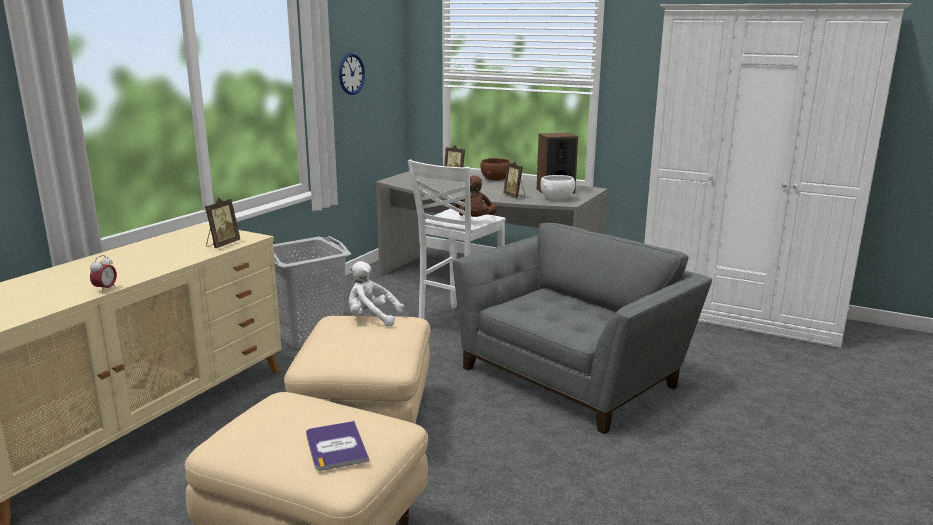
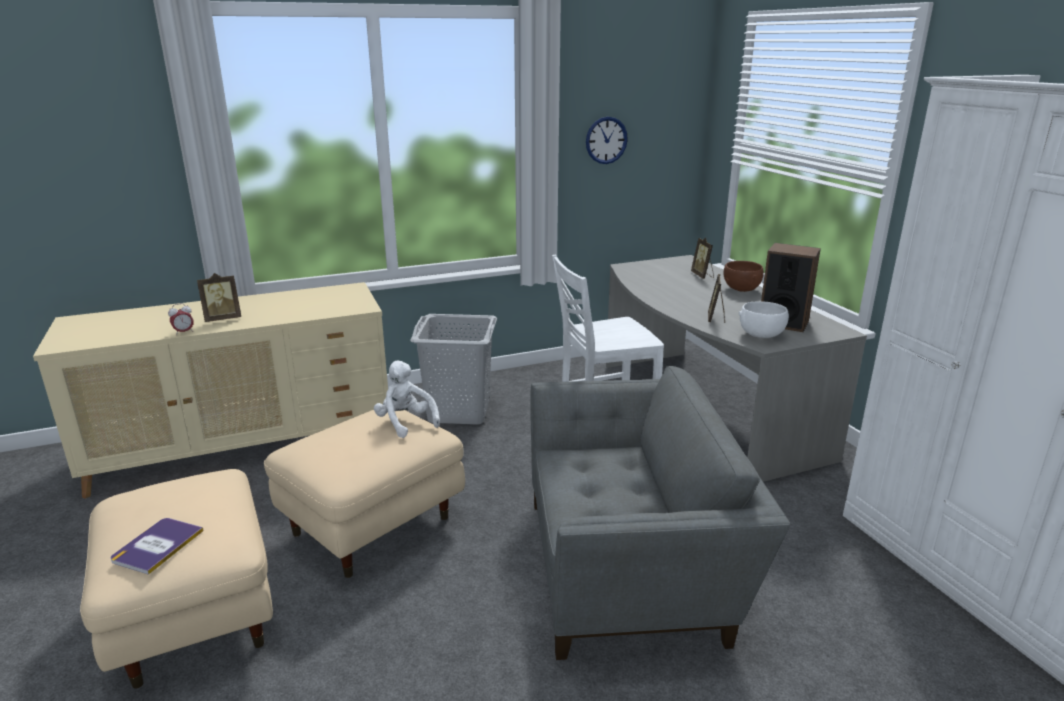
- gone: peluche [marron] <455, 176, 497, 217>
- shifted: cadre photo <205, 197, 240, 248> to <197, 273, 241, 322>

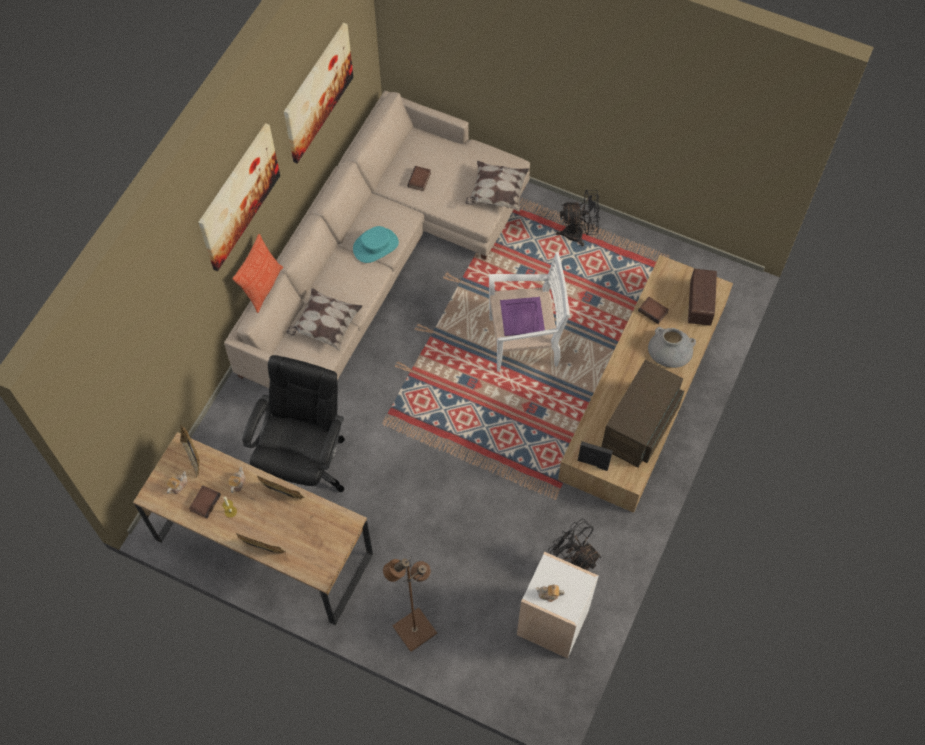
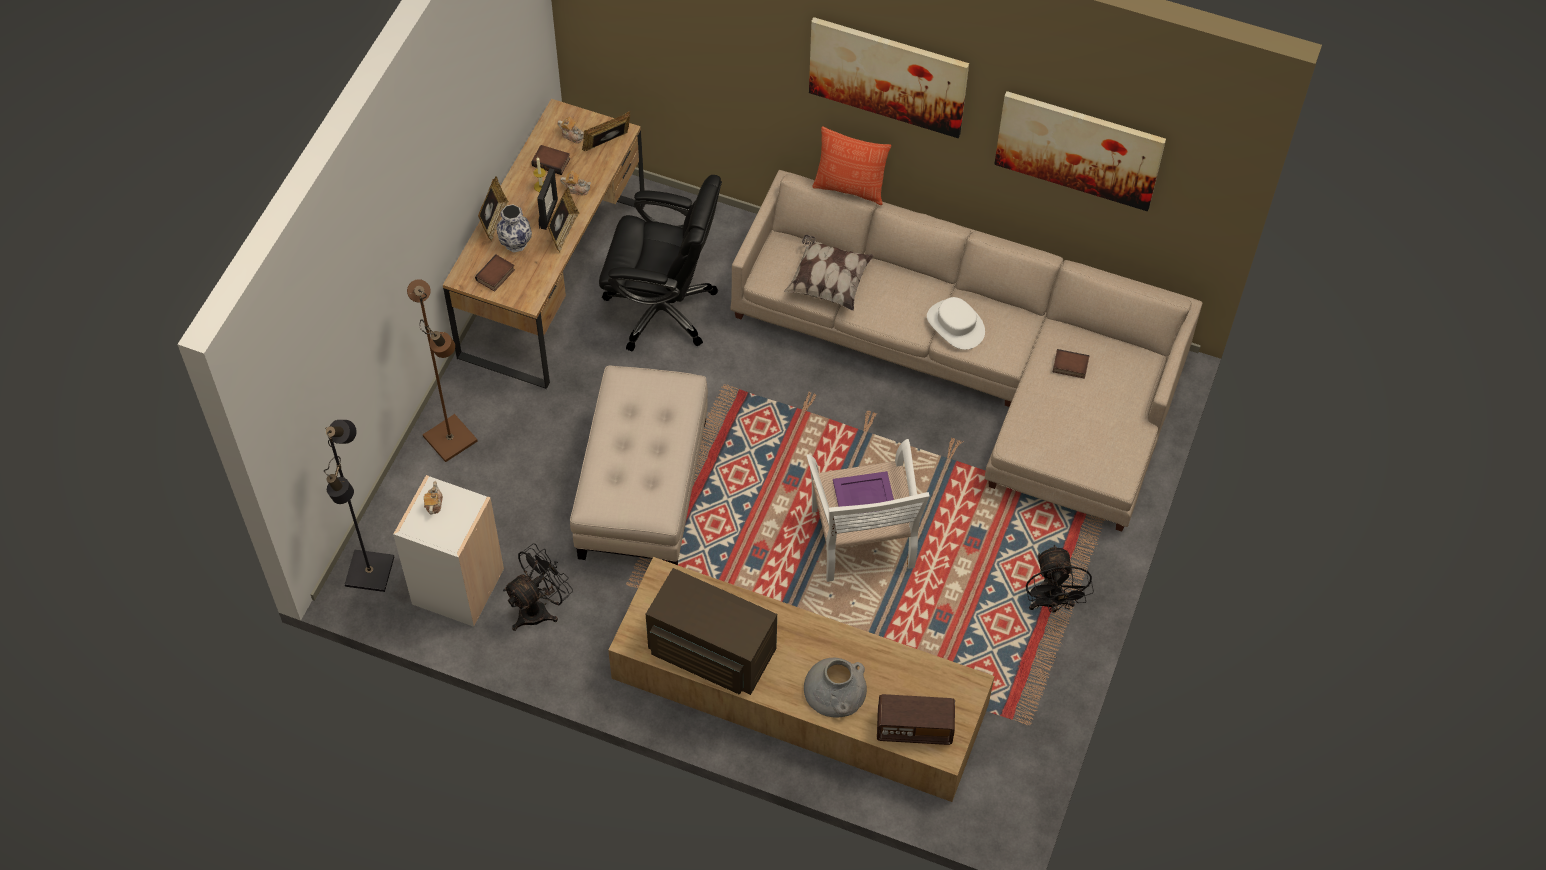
- gone: coussin <465, 161, 529, 212>
- new: lampadaire [noir] <324, 420, 394, 592>
- new: vase <496, 204, 532, 252>
- new: pouf [beige] <570, 366, 708, 565>
- shifted: cadre photo <578, 441, 613, 471> to <537, 168, 558, 230>
- shifted: livre <638, 297, 669, 324> to <475, 255, 515, 292>
- repainted: chapeau [turquoise] <353, 226, 399, 263> to chapeau [blanc] <927, 297, 985, 350>

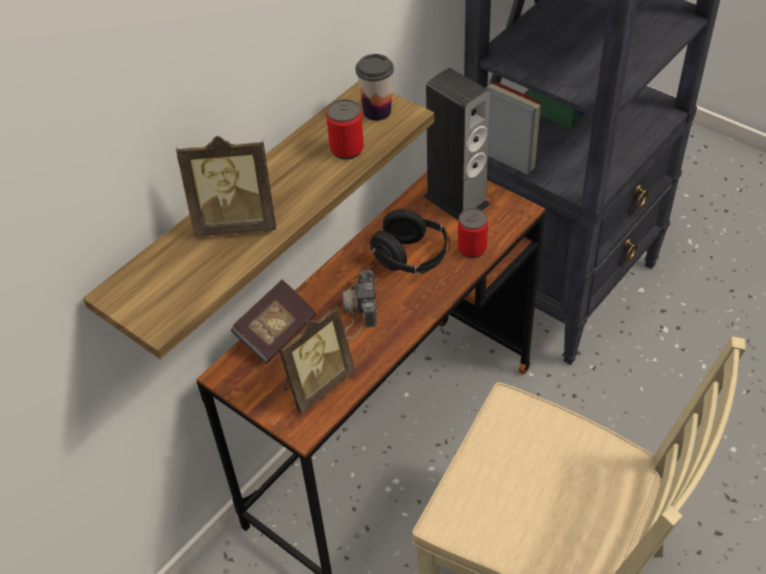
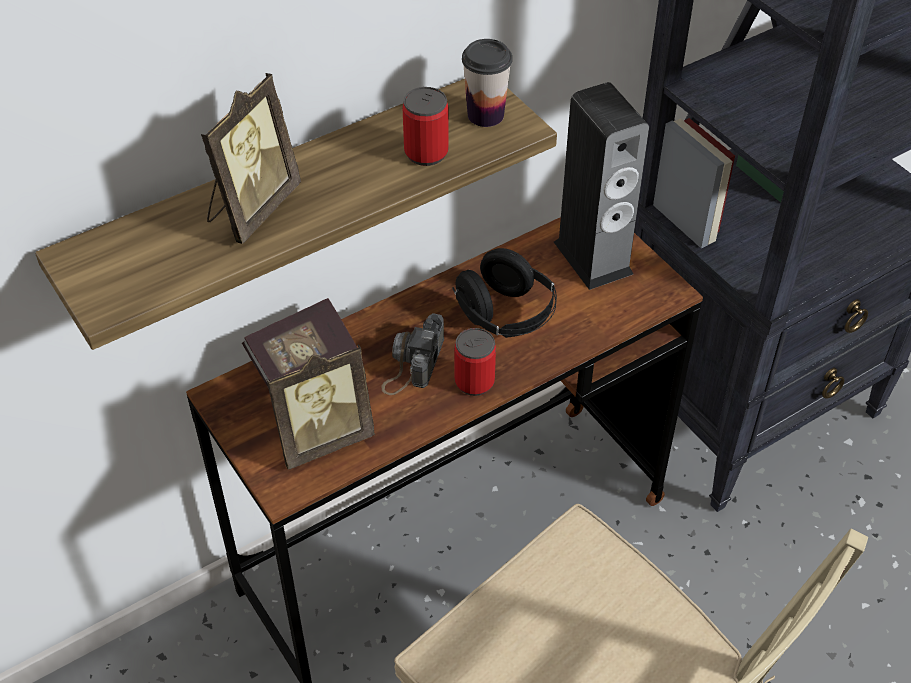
- shifted: boîte métallique <458, 208, 488, 258> to <454, 328, 496, 396>
- rotated: cadre photo <176, 136, 276, 236> = <201, 73, 301, 244> 75 degrees counterclockwise

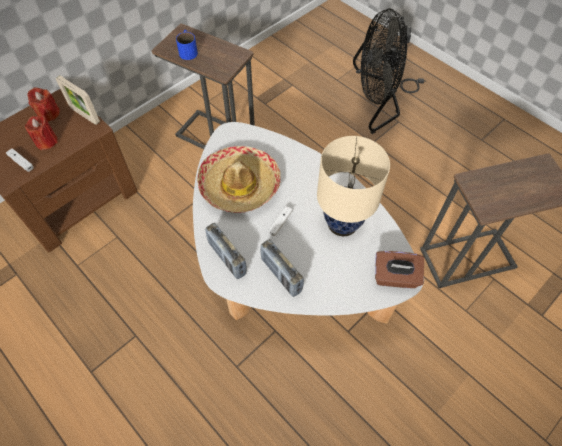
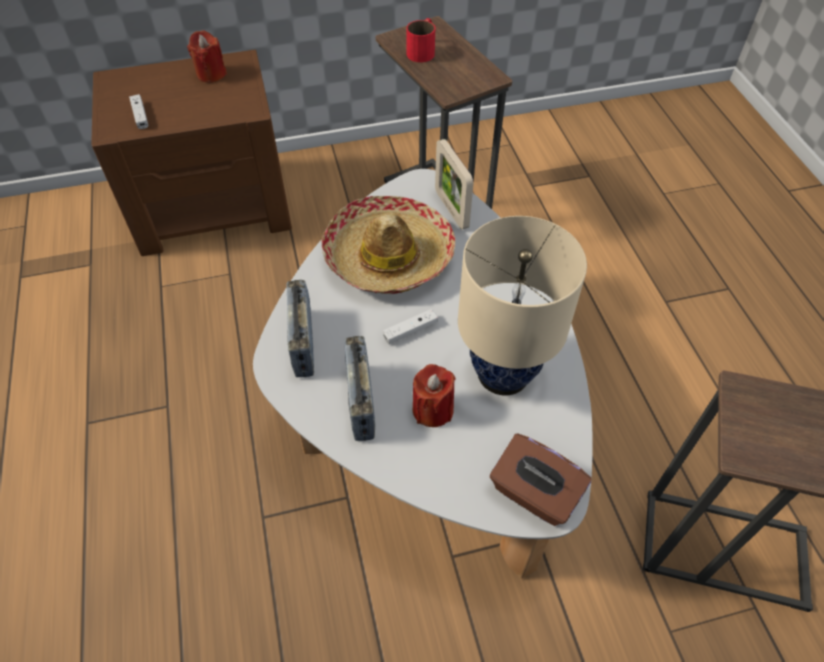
- gone: ventilateur [noir] <353, 8, 426, 134>
- shifted: bougie [rouge] <25, 116, 58, 150> to <413, 364, 456, 427>
- shifted: cadre photo <56, 75, 100, 125> to <435, 139, 473, 230>
- repainted: mug [bleu] <176, 30, 198, 60> to mug [rouge] <406, 18, 435, 62>

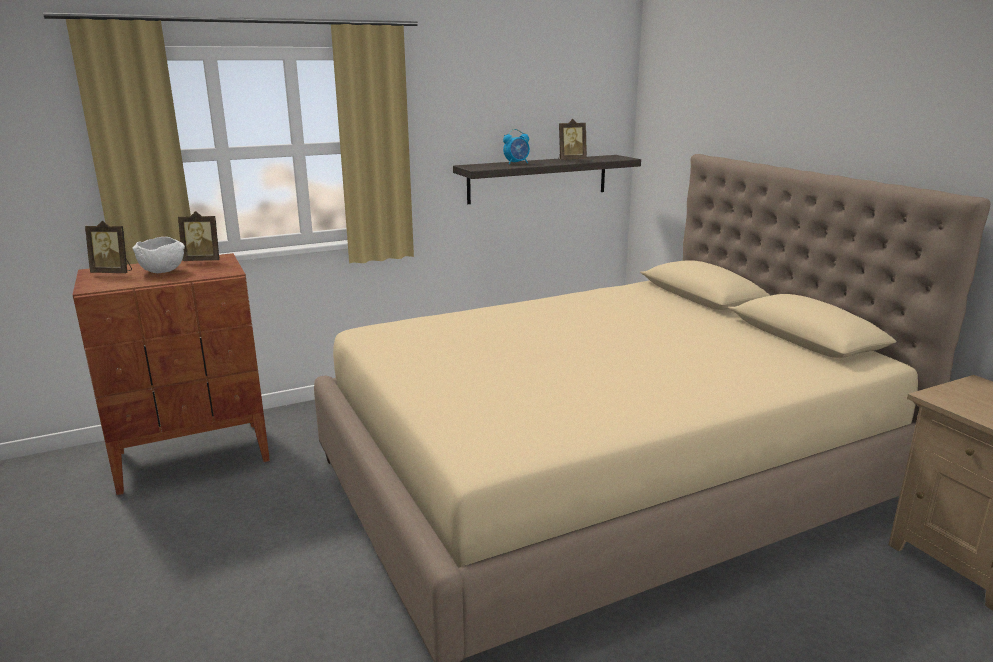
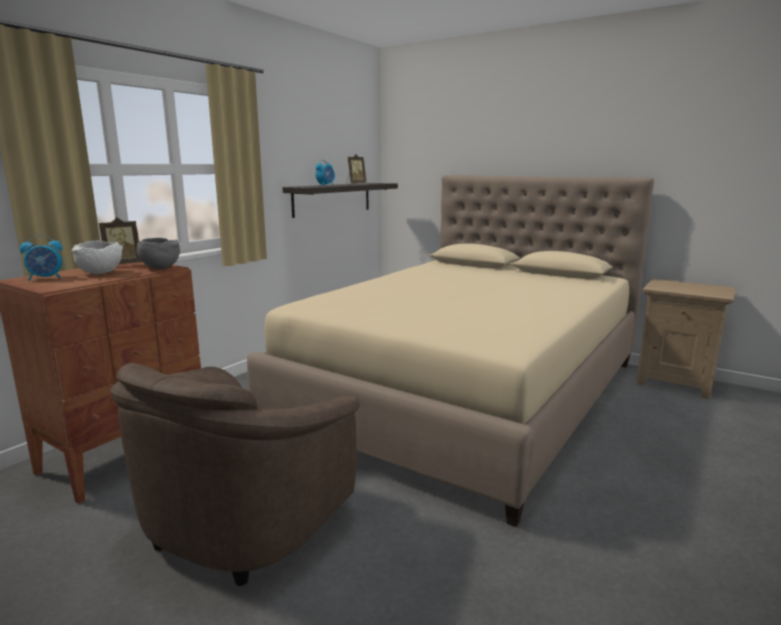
- new: fauteuil [marron] <110, 363, 360, 586>
- new: bol [gris] <137, 238, 180, 269>
- swapped: cadre photo <85, 221, 132, 273> to réveil <20, 235, 63, 281>

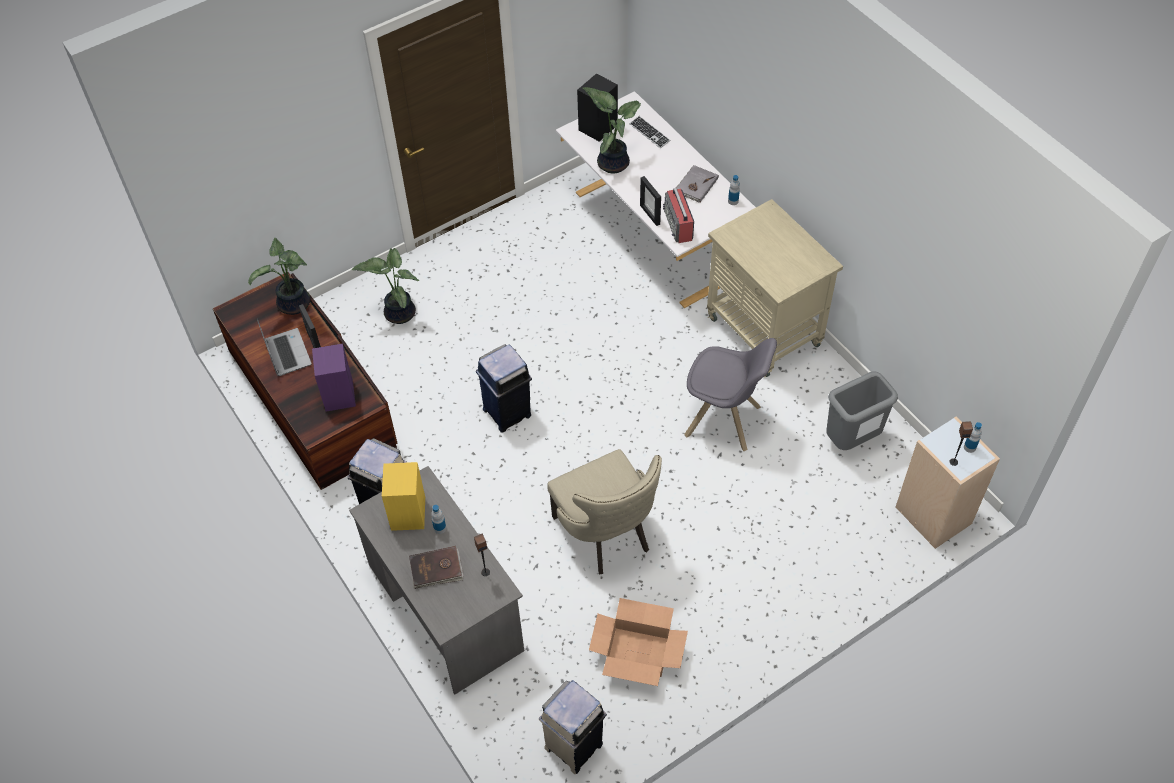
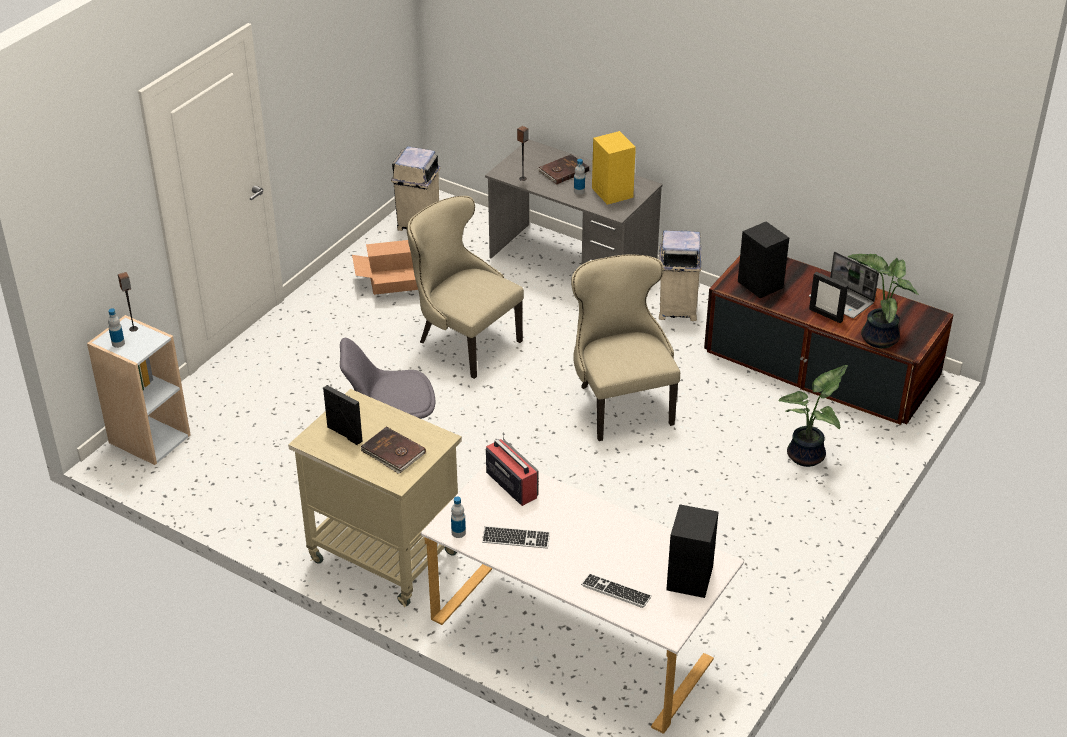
- gone: plante en pot <582, 87, 641, 174>
- gone: poubelle [gris] <827, 372, 898, 450>
- new: livre [marron] <360, 427, 426, 474>
- shifted: cadre photo <640, 176, 661, 226> to <323, 385, 362, 445>
- swapped: poubelle [bleu] <476, 344, 532, 433> to chaise [beige] <571, 255, 680, 441>
- swapped: livre [gris] <676, 165, 719, 203> to clavier <482, 526, 550, 549>
- repainted: enceinte [violet] <312, 344, 356, 411> to enceinte [noir] <738, 221, 789, 298>

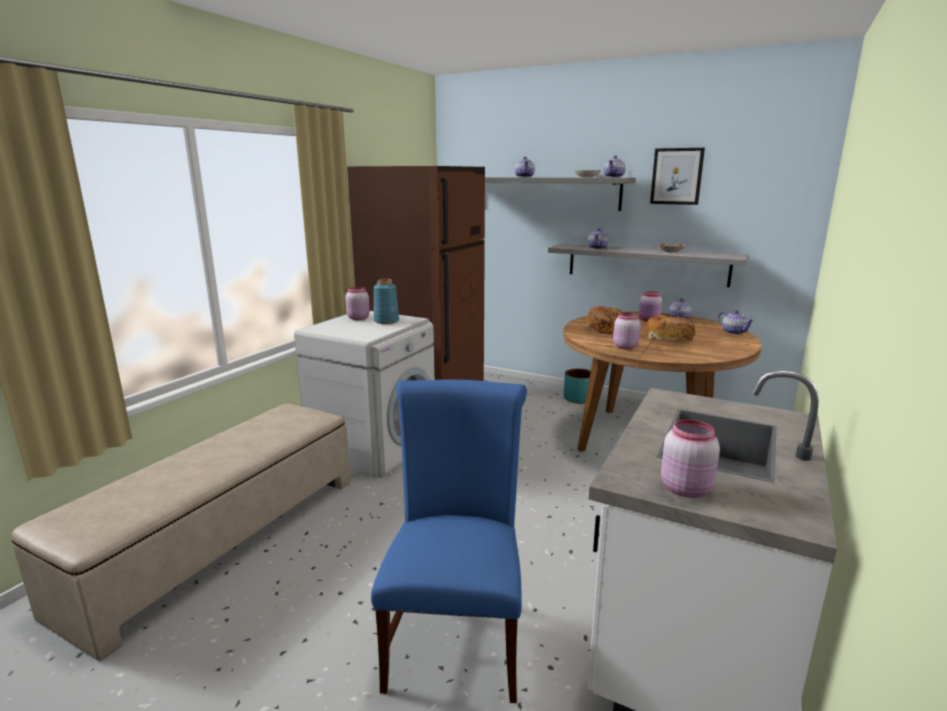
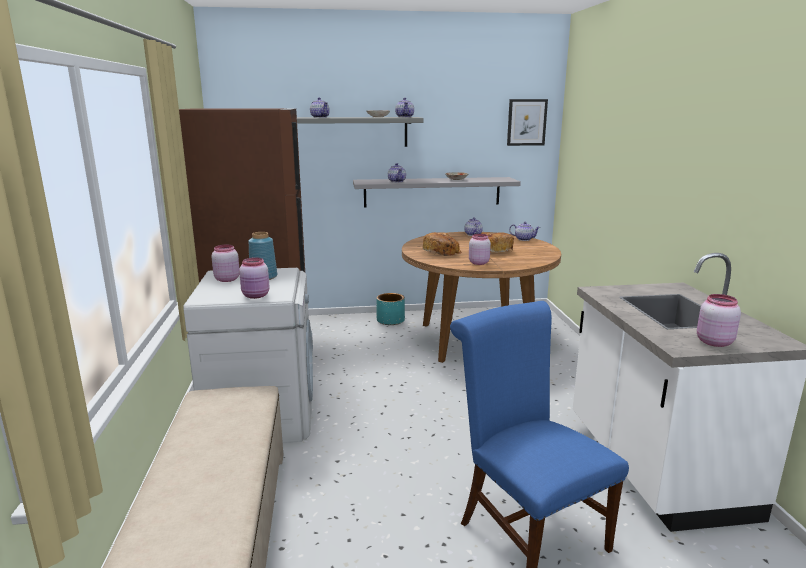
- shifted: bocal [rose] <639, 291, 662, 322> to <239, 257, 270, 299>
- shifted: tableau <650, 148, 705, 205> to <507, 99, 548, 146>

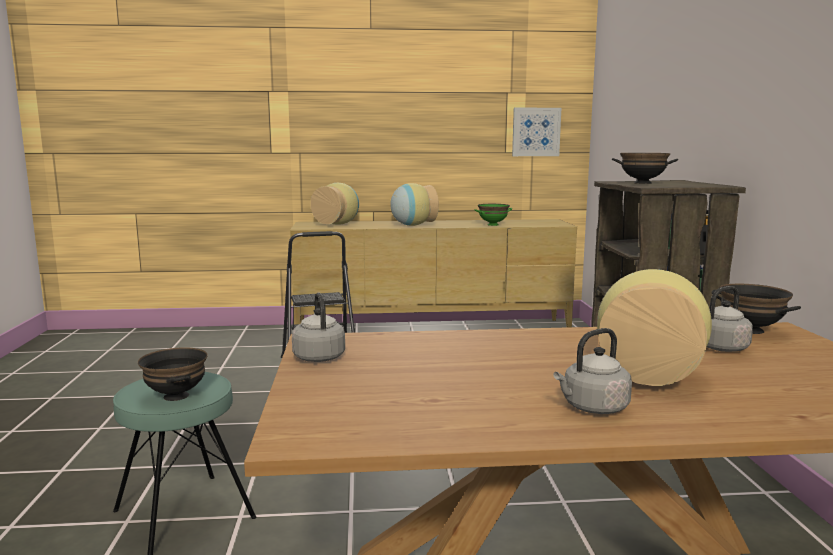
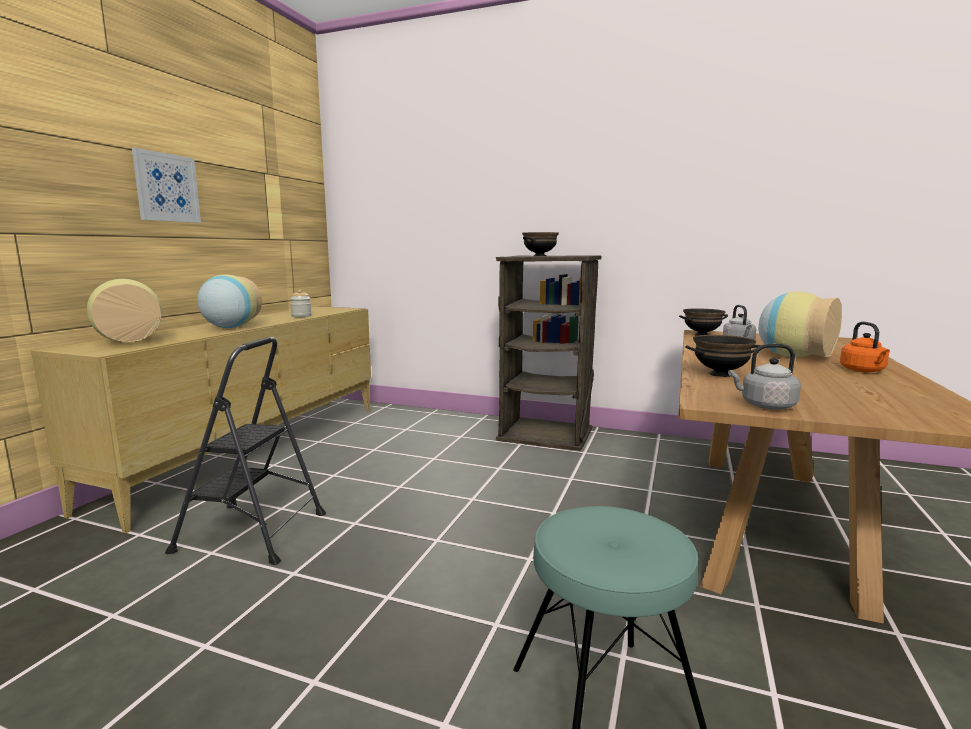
- shifted: bol [noir] <138, 347, 207, 401> to <685, 335, 760, 377>
- shifted: tableau <512, 108, 561, 156> to <132, 148, 201, 223>
- swapped: bol [vert] <474, 204, 512, 226> to bocal <290, 290, 312, 317>
- repainted: bouilloire [gris] <553, 328, 632, 414> to bouilloire [orange] <840, 322, 890, 372>

